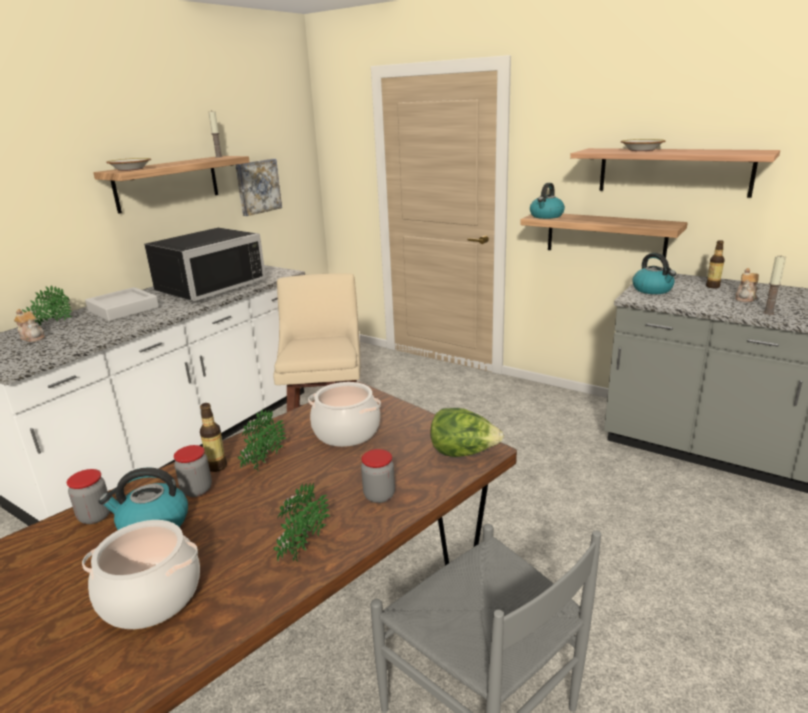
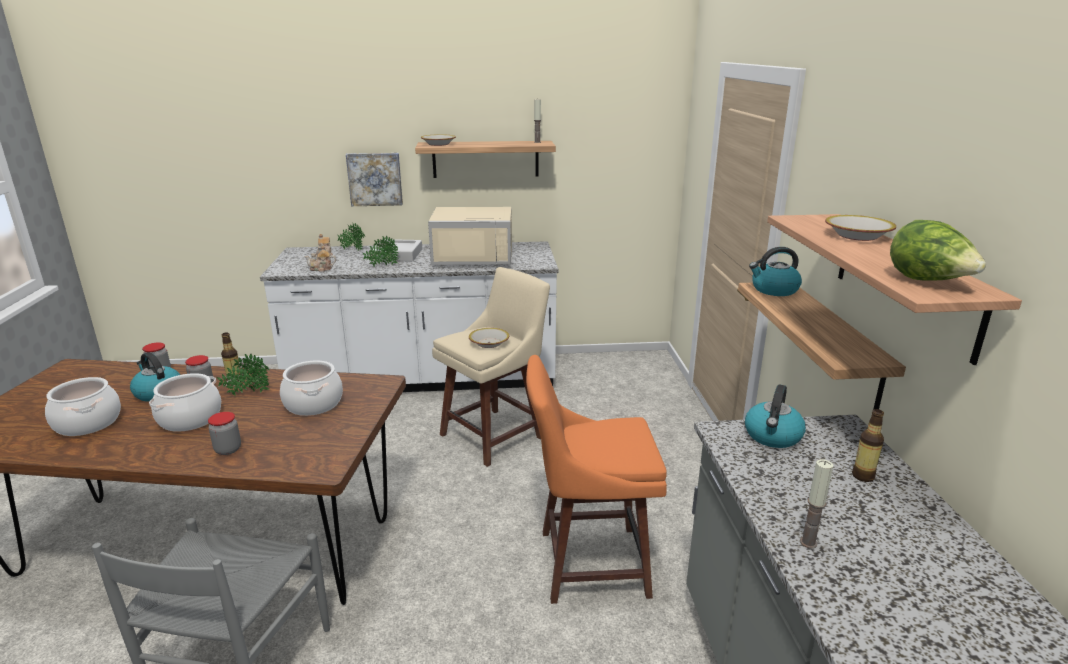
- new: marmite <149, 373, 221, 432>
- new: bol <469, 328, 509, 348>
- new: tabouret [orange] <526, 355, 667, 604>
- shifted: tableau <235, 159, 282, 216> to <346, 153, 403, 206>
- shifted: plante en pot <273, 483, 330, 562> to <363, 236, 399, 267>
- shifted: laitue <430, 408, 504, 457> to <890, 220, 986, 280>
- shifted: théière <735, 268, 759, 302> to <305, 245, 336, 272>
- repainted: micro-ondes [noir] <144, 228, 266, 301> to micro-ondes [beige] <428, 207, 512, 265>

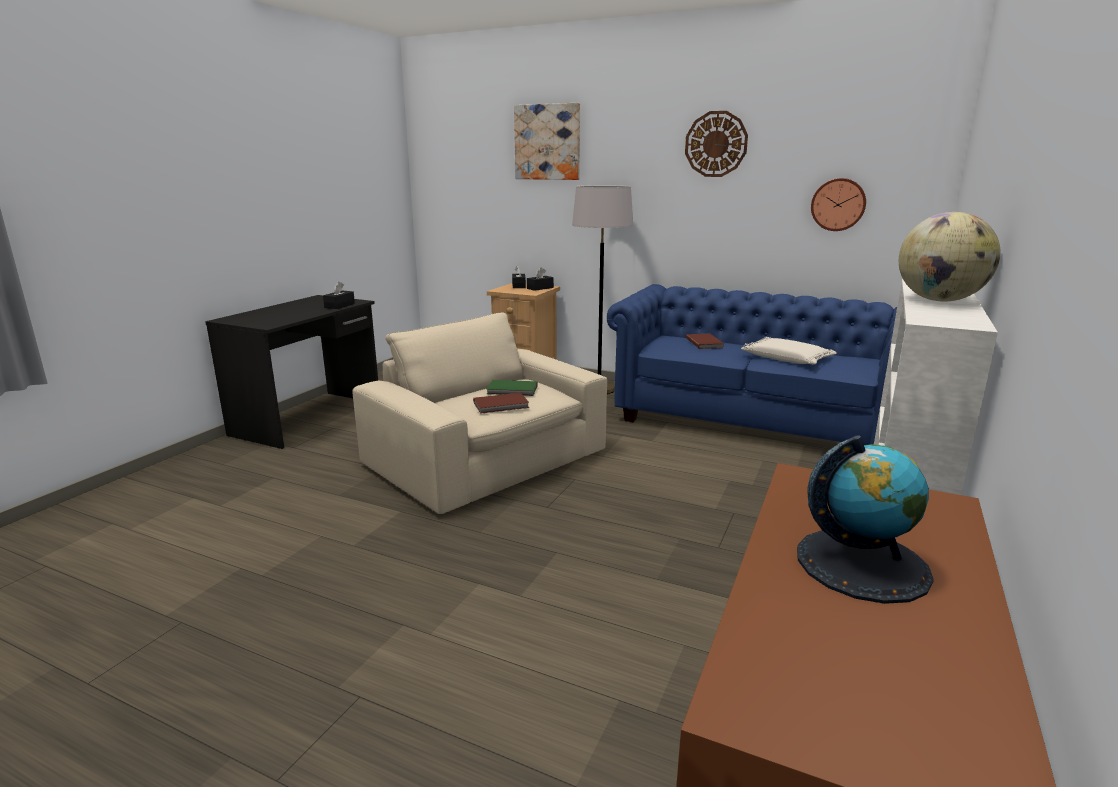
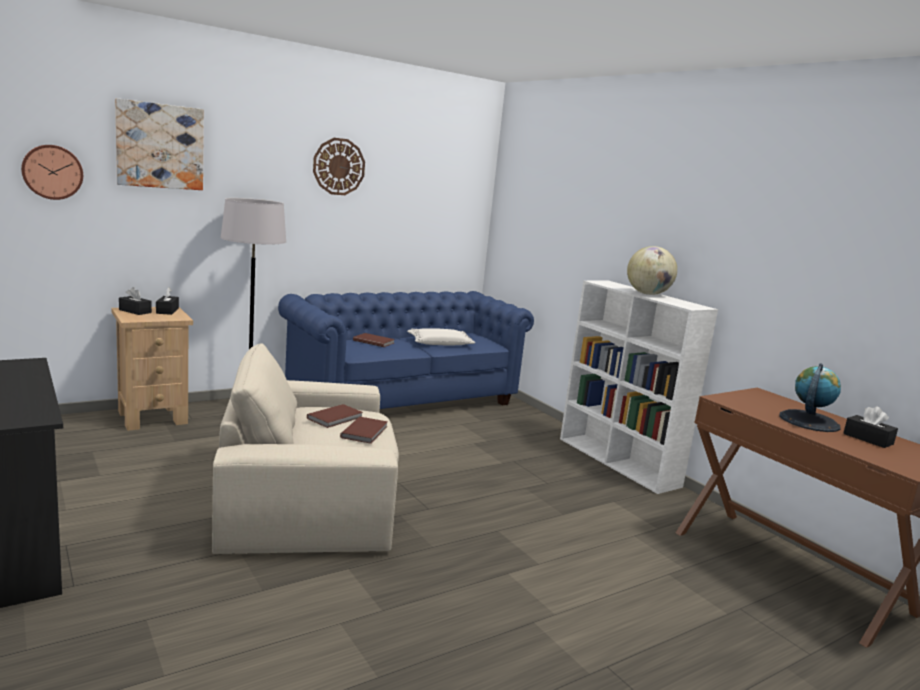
- shifted: boîte à mouchoirs [noir] <323, 281, 355, 309> to <843, 407, 898, 448>
- shifted: horloge murale <811, 178, 866, 231> to <21, 145, 83, 200>
- repainted: livre [vert] <487, 380, 537, 396> to livre [marron] <307, 404, 363, 428>

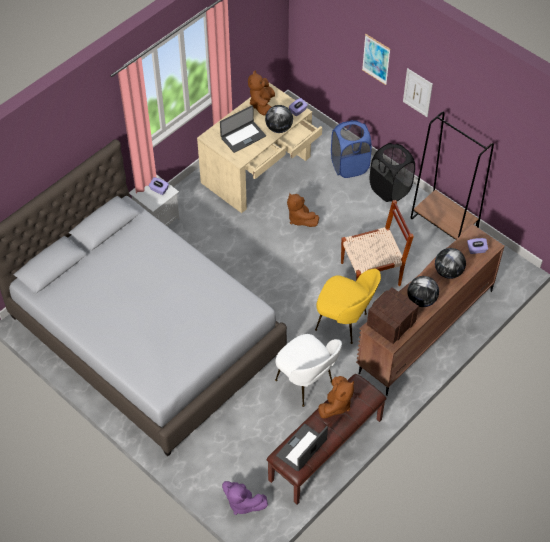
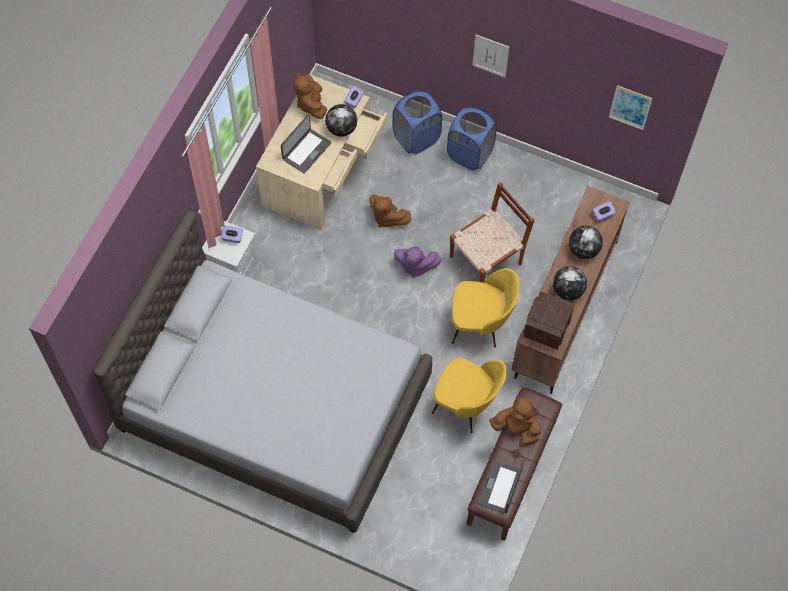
- gone: portant <411, 112, 494, 240>
- shifted: peluche [violet] <222, 481, 268, 515> to <394, 246, 442, 278>
- shifted: tableau <362, 34, 391, 85> to <609, 85, 653, 130>
- repainted: chaise [blanc] <275, 334, 342, 407> to chaise [jaune] <432, 358, 507, 433>
- repainted: panier à linge [noir] <370, 143, 415, 202> to panier à linge [bleu] <447, 106, 497, 170>
- rotated: peluche [marron] <318, 376, 354, 418> = <489, 396, 541, 445> 75 degrees counterclockwise

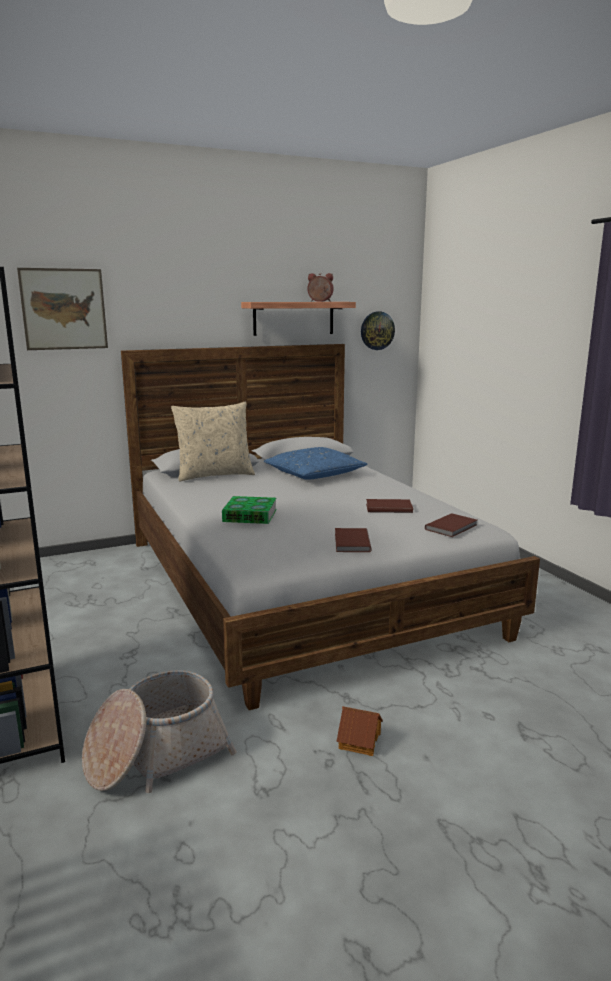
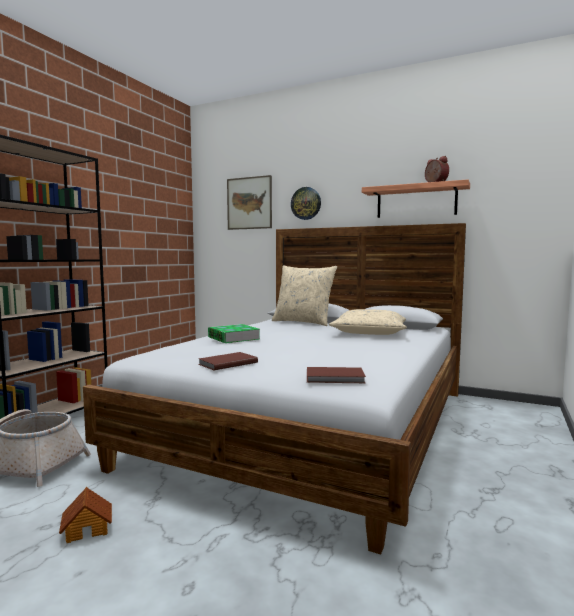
- gone: livre [marron] <366, 499, 413, 513>
- shifted: horloge murale <361, 311, 395, 350> to <291, 187, 321, 220>
- repainted: coussin [bleu] <264, 447, 367, 480> to coussin [beige] <329, 309, 407, 335>

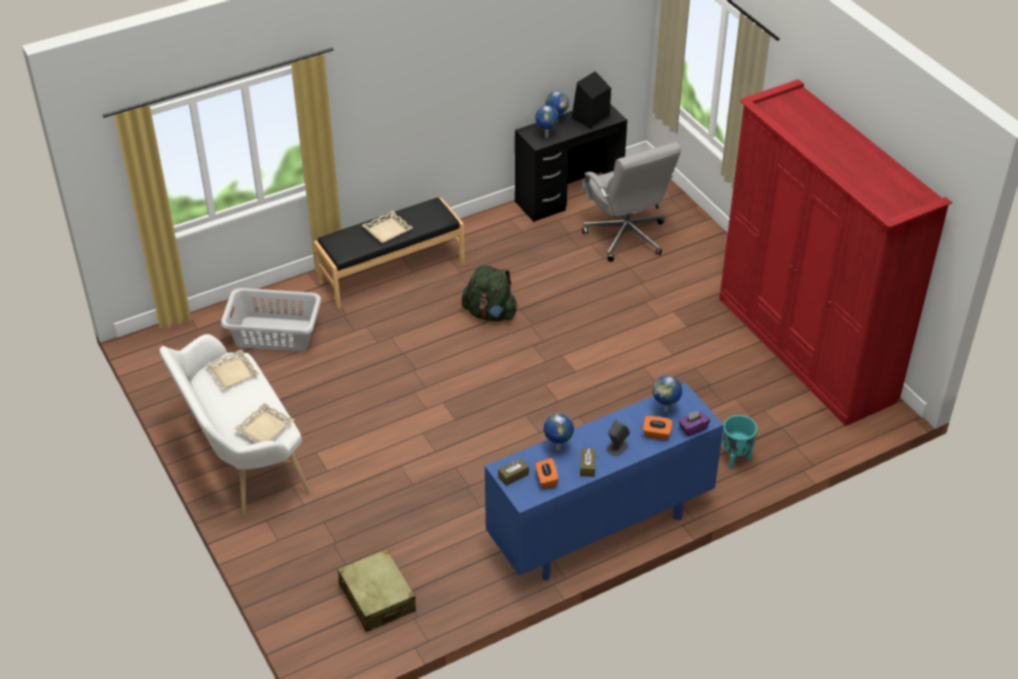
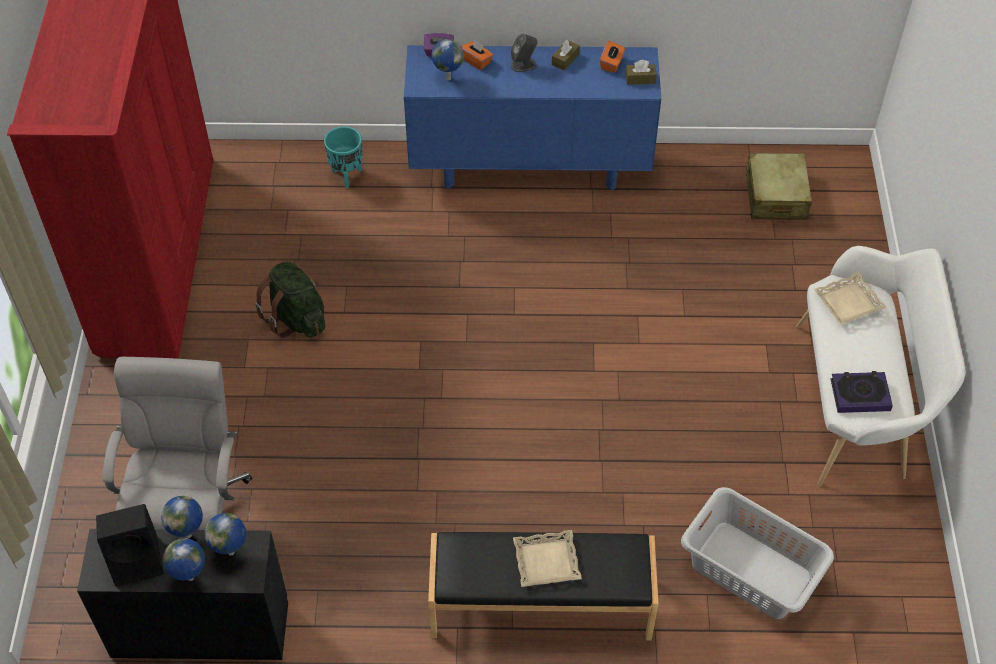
- shifted: sac à dos [vert] <462, 265, 517, 322> to <255, 261, 325, 338>
- shifted: globe <544, 413, 574, 450> to <161, 496, 203, 538>
- swapped: plateau [beige] <206, 349, 259, 389> to livre <831, 371, 893, 413>

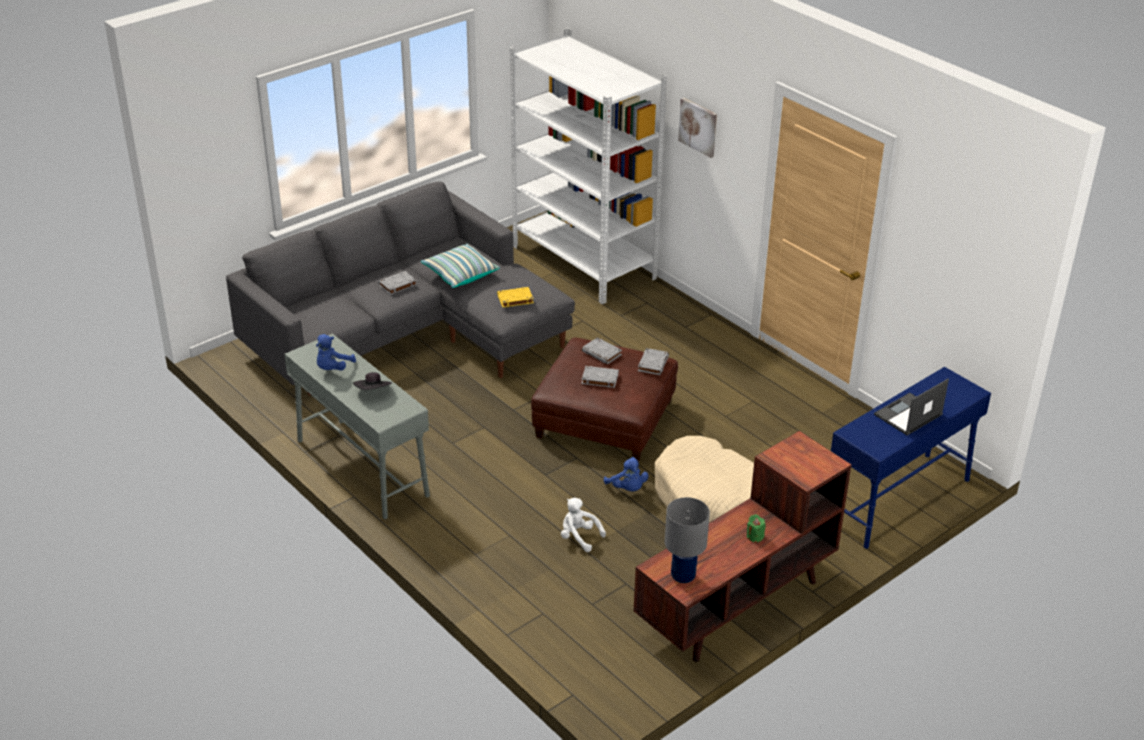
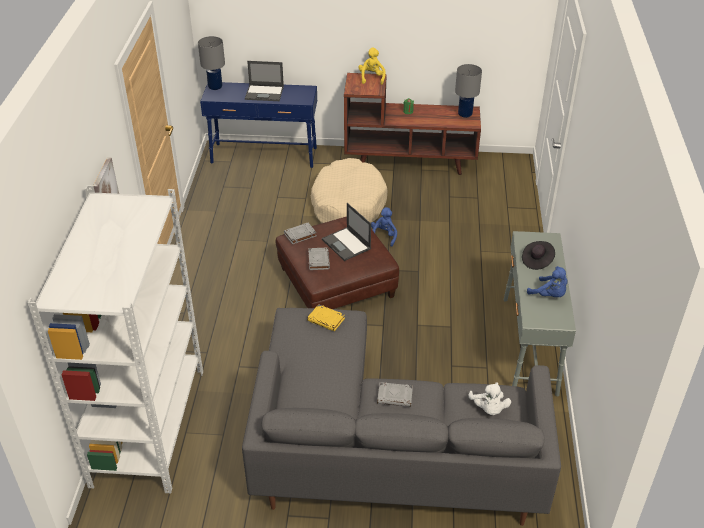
- gone: coussin <421, 244, 500, 288>
- new: lampe de table [gris] <198, 36, 225, 90>
- new: peluche [jaune] <358, 48, 386, 85>
- shifted: peluche [blanc] <561, 498, 606, 552> to <468, 382, 511, 415>
- swapped: livre [gris] <581, 366, 619, 388> to ordinateur portable <322, 203, 371, 261>
- rotated: peluche [bleu] <316, 334, 356, 371> = <527, 266, 567, 297> 60 degrees clockwise

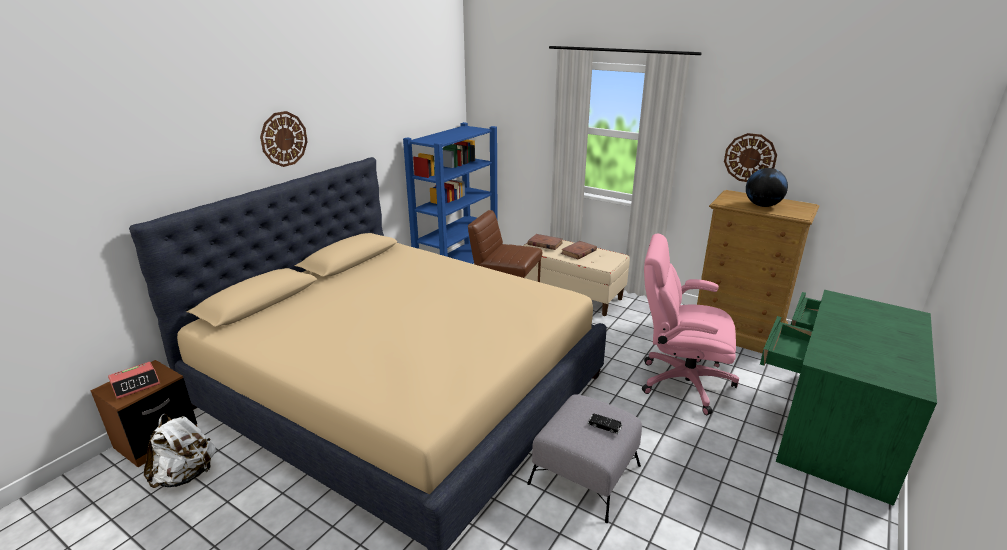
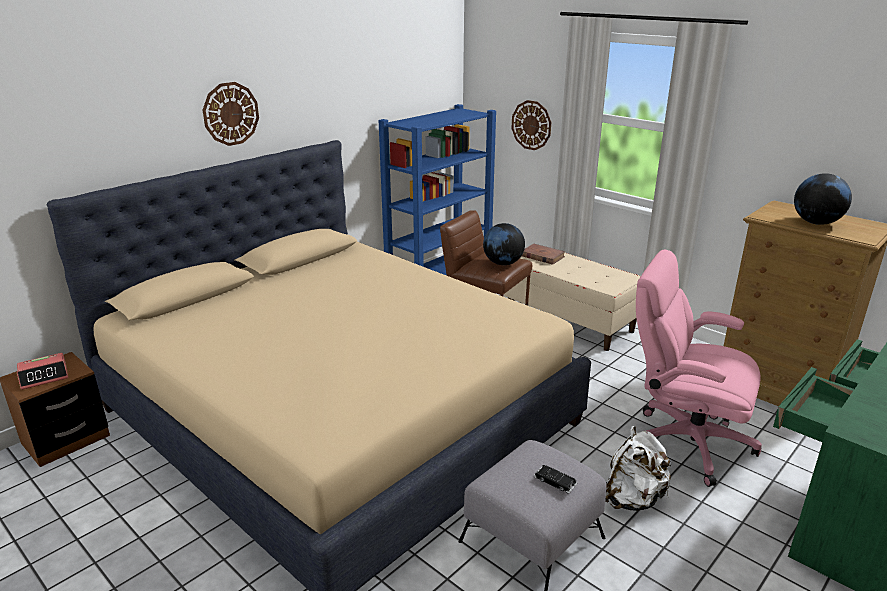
- gone: livre [marron] <561, 241, 597, 259>
- new: globe <483, 223, 525, 265>
- shifted: sac à dos [blanc] <144, 414, 216, 488> to <605, 426, 673, 511>
- shifted: horloge murale <724, 133, 777, 182> to <511, 100, 551, 150>

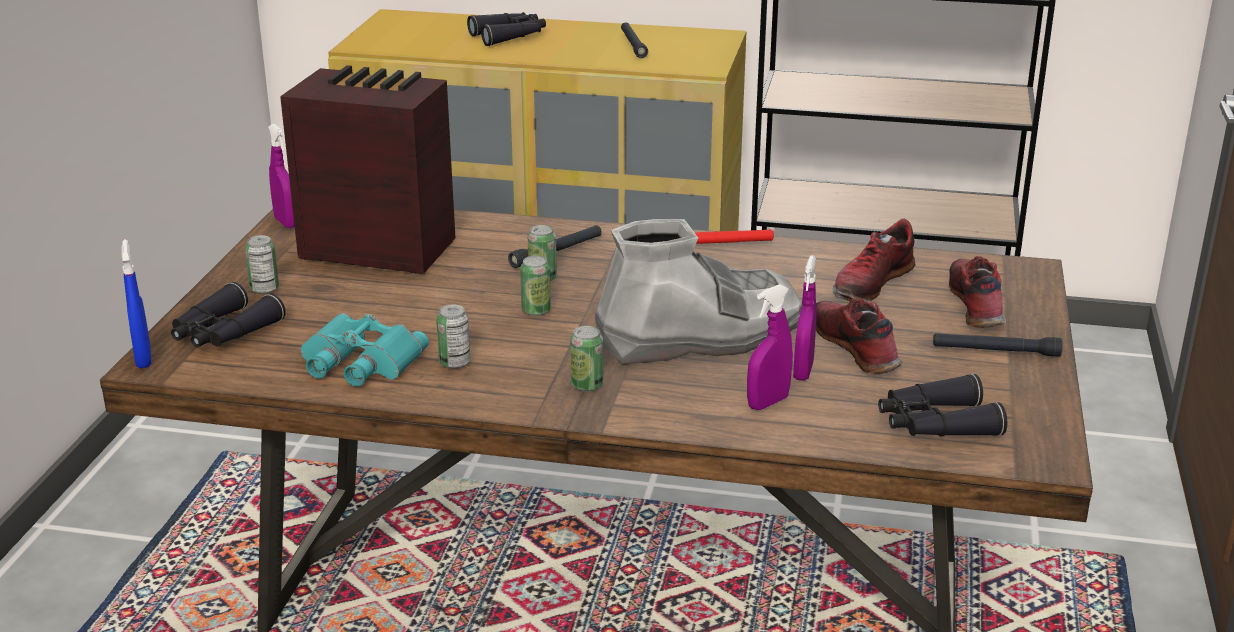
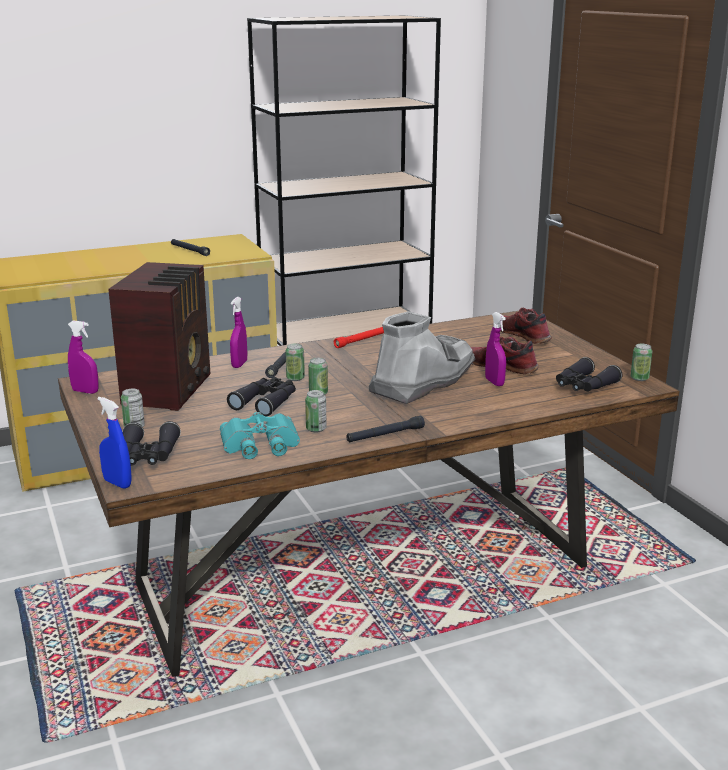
- gone: chaussure <832, 219, 915, 302>
- shifted: jumelles [noir] <467, 12, 546, 46> to <227, 377, 296, 417>
- shifted: boîte métallique <570, 326, 603, 392> to <630, 344, 652, 381>
- shifted: vaporisateur [violet] <747, 284, 793, 410> to <230, 297, 247, 368>
- shifted: lampe de poche [noir] <933, 333, 1063, 357> to <346, 416, 425, 442>
- rotated: radio <280, 65, 455, 274> = <108, 262, 210, 411> 120 degrees clockwise

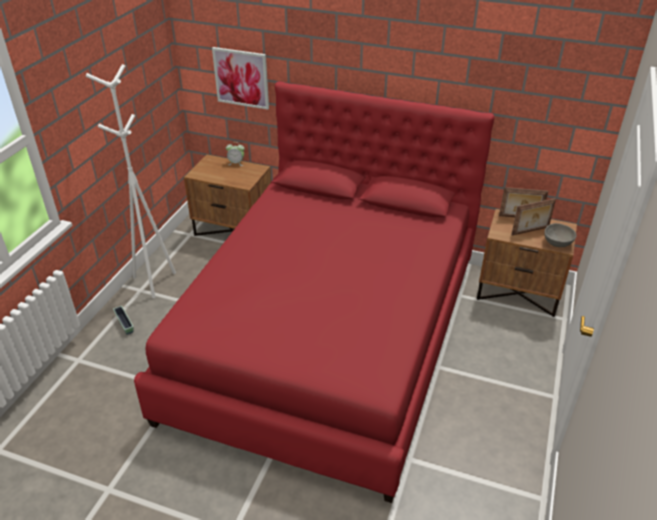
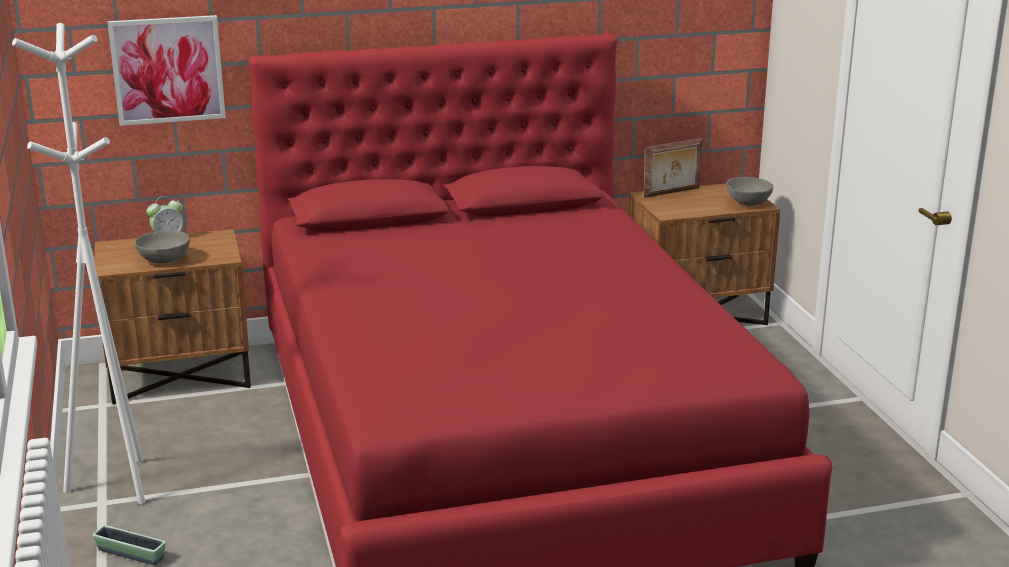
- gone: cadre photo <511, 198, 556, 236>
- new: bol [gris] <135, 230, 190, 263>

